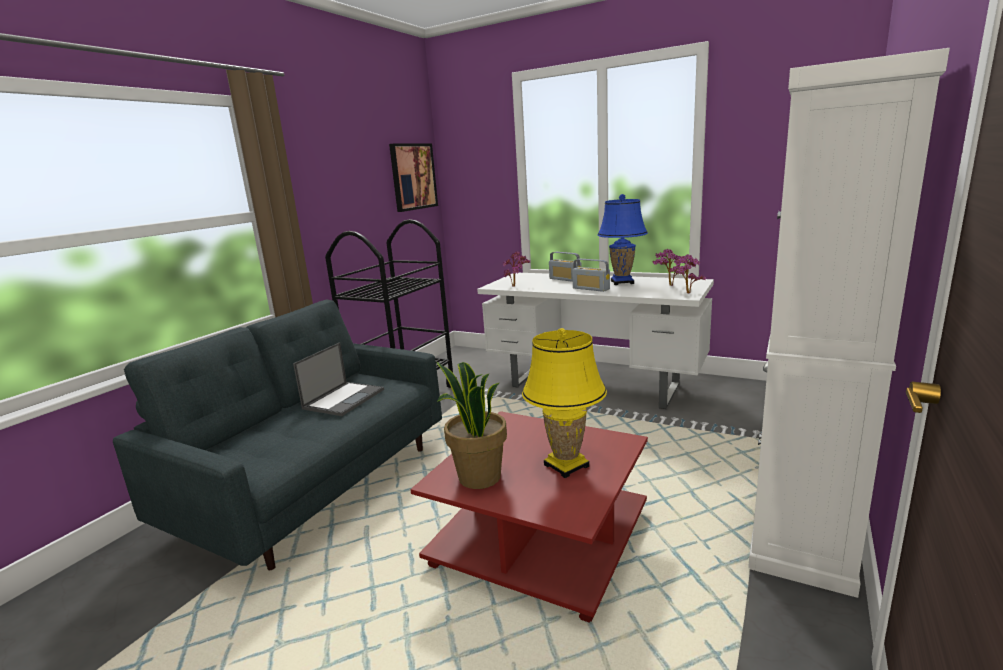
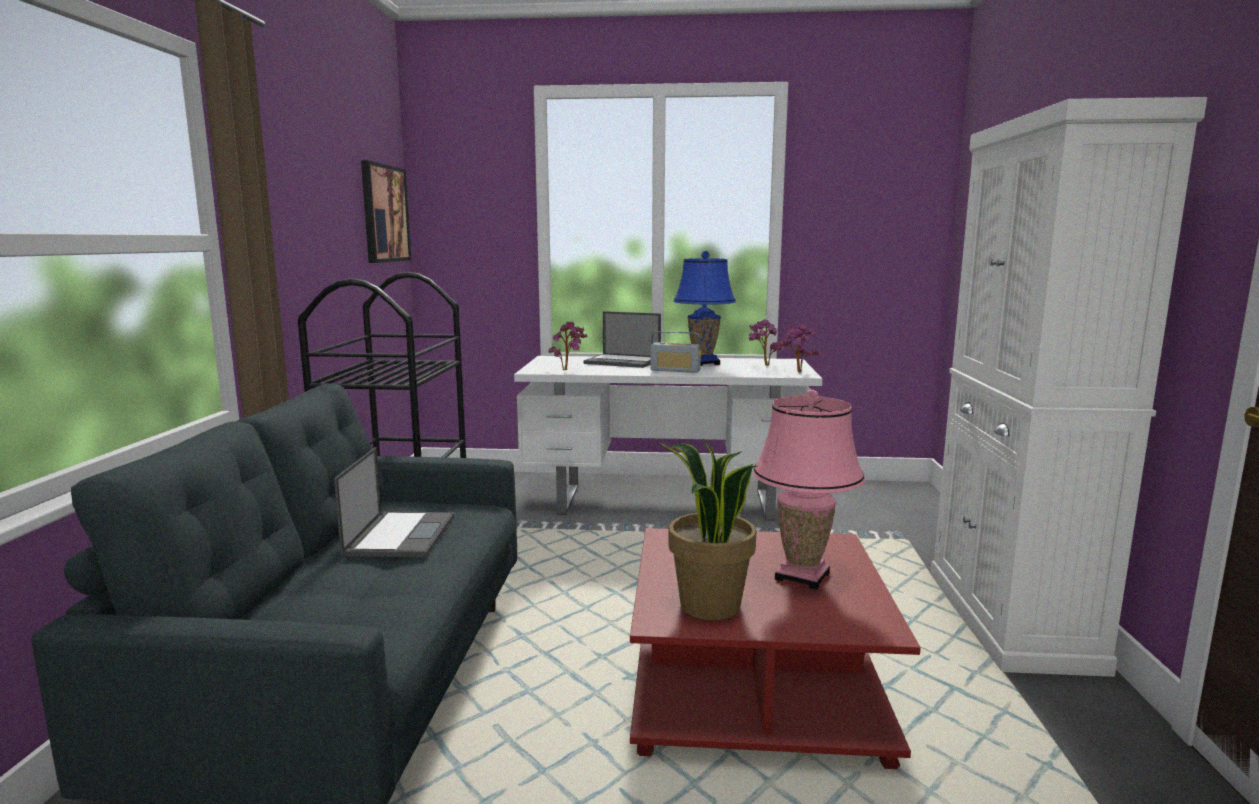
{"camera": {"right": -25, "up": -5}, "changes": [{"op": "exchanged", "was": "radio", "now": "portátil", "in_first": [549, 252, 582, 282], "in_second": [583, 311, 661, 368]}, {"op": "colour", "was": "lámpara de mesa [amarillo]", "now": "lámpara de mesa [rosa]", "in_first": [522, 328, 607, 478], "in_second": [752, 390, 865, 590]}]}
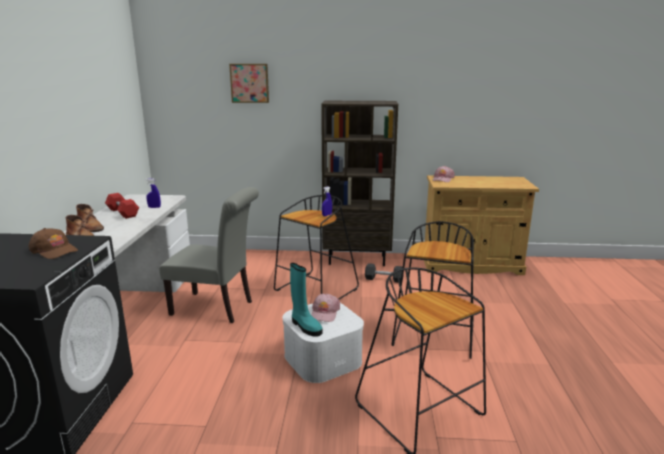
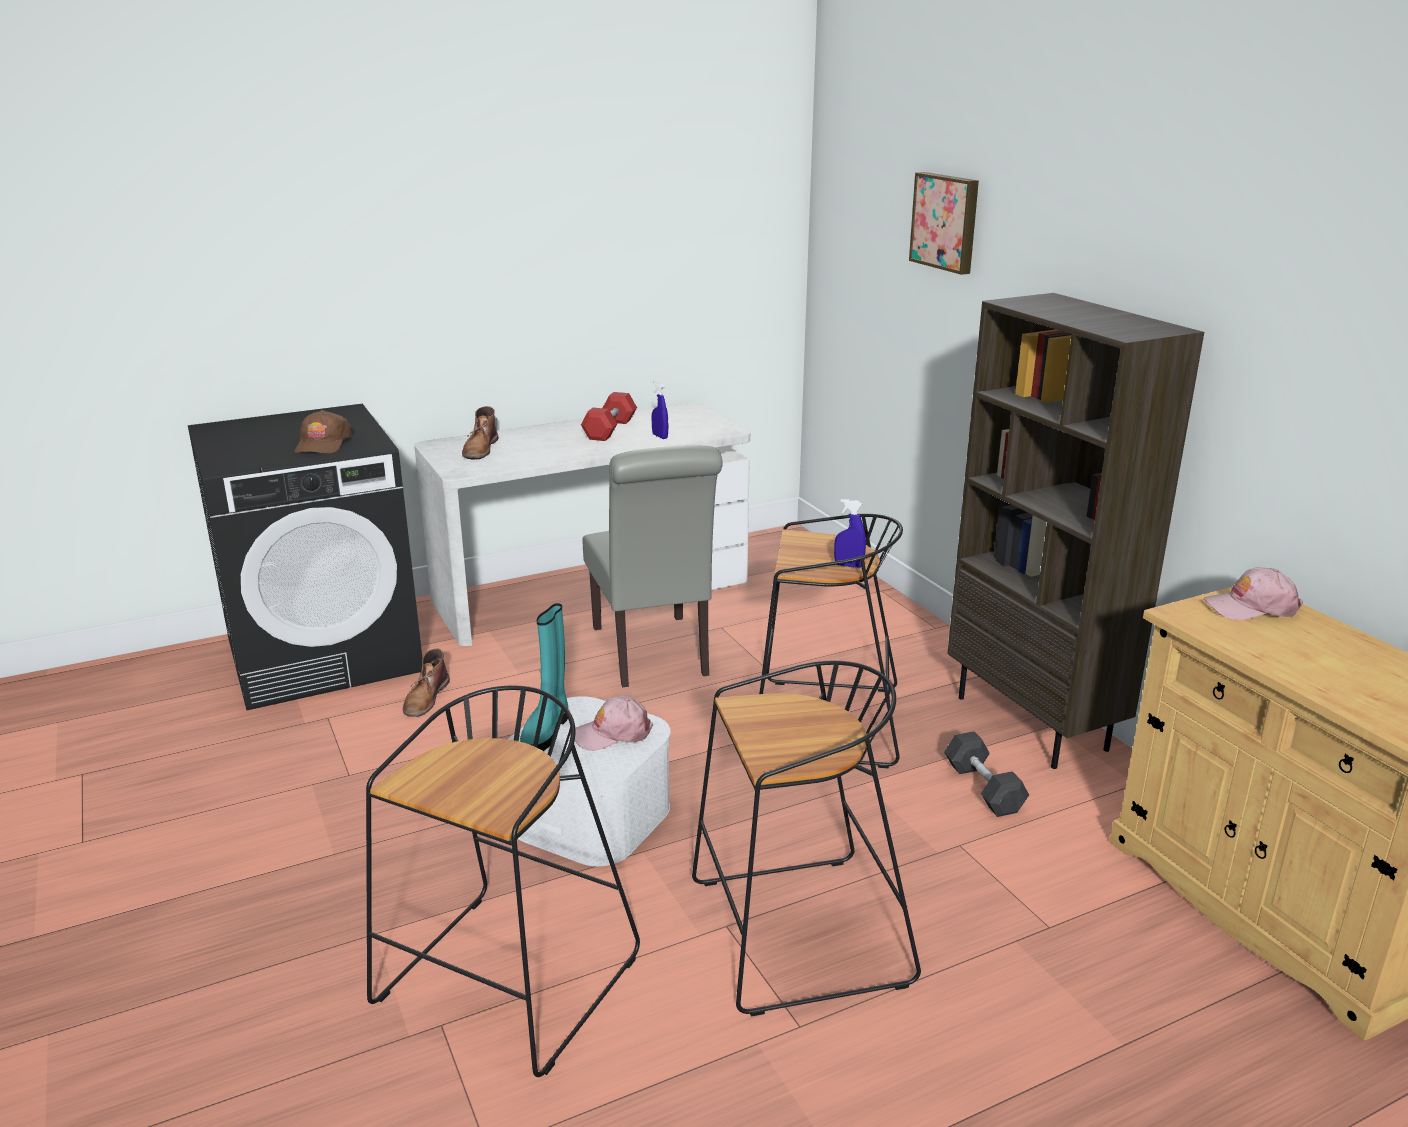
{"camera": {"right": 60, "up": 5}, "changes": [{"op": "relocated", "was": "bota [marrón]", "in_first": [76, 204, 104, 232], "in_second": [403, 648, 450, 717]}]}
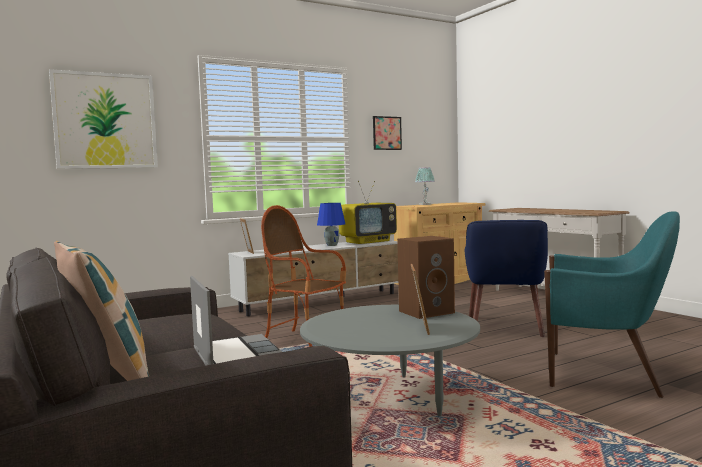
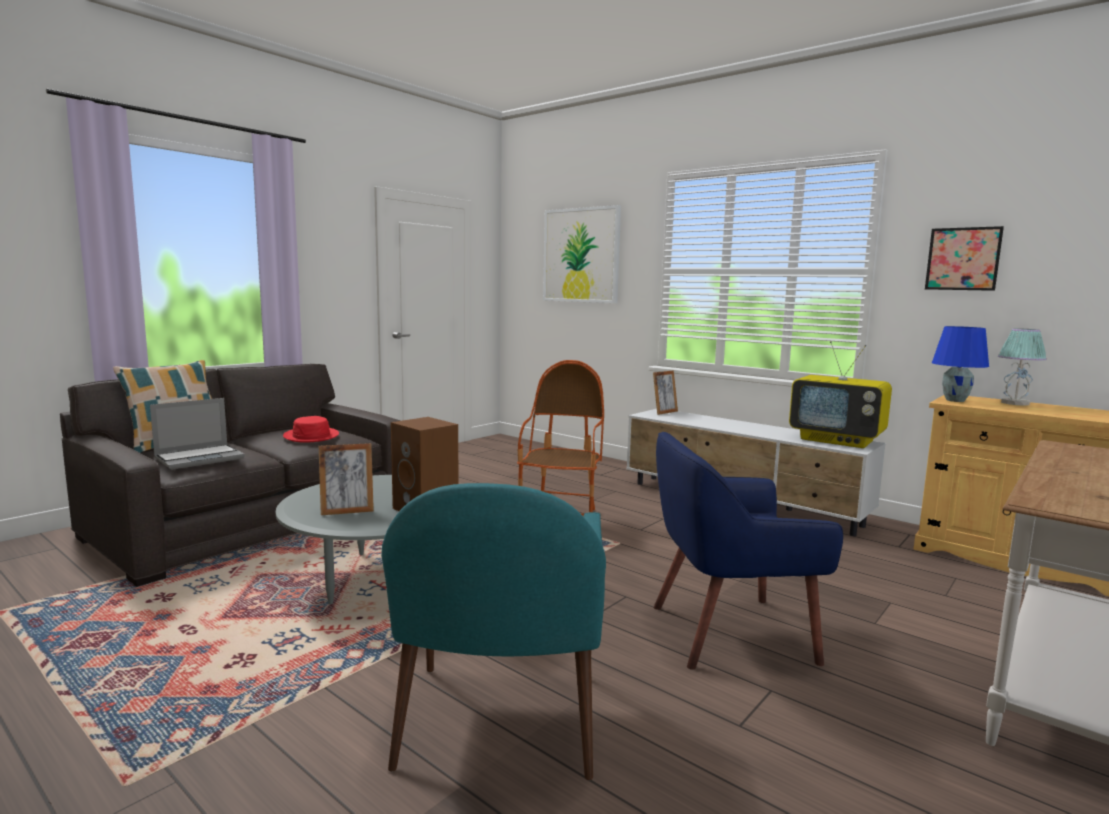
{"camera": {"right": 70, "up": 5}, "changes": [{"op": "appeared", "now": "sombrero [rojo]", "in_second": [283, 416, 339, 443]}, {"op": "relocated", "was": "lámpara de mesa [azul]", "in_first": [317, 203, 345, 246], "in_second": [932, 326, 989, 402]}]}
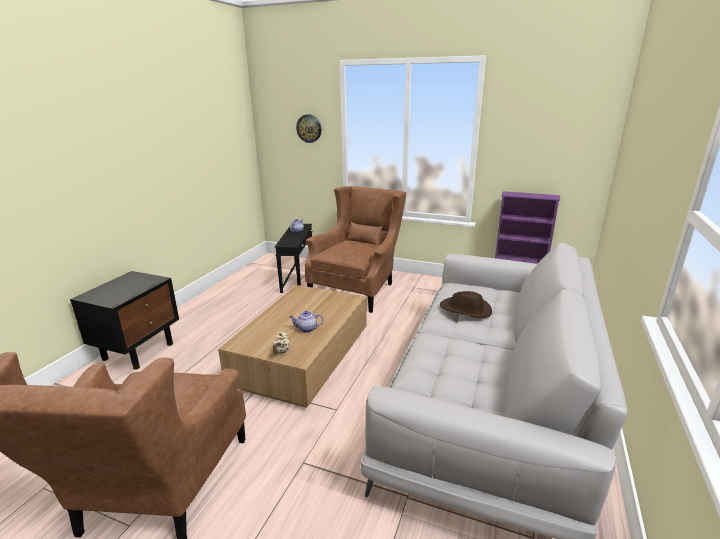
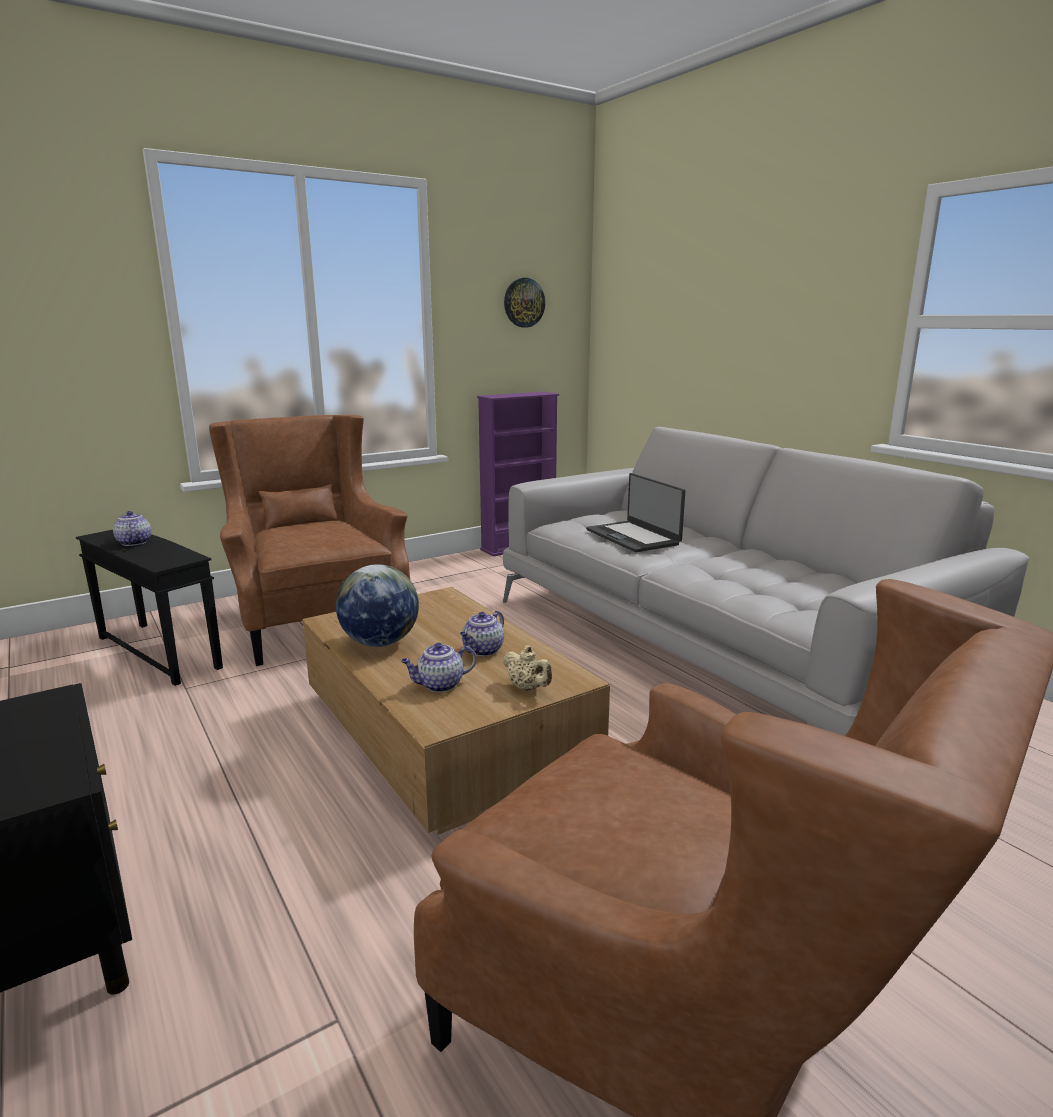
{"camera": {"right": -55, "up": -5}, "changes": [{"op": "appeared", "now": "globo terráqueo", "in_second": [336, 564, 419, 647]}, {"op": "appeared", "now": "tetera", "in_second": [401, 643, 477, 692]}, {"op": "relocated", "was": "reloj de pared", "in_first": [296, 114, 321, 143], "in_second": [504, 278, 545, 327]}, {"op": "exchanged", "was": "sombrero [marrón]", "now": "portátil", "in_first": [440, 291, 492, 318], "in_second": [586, 473, 685, 552]}]}
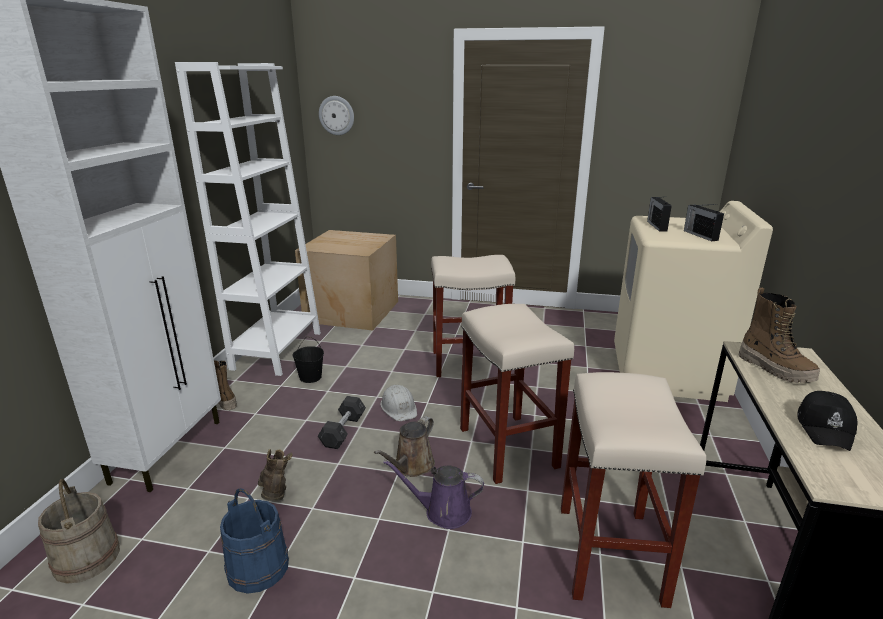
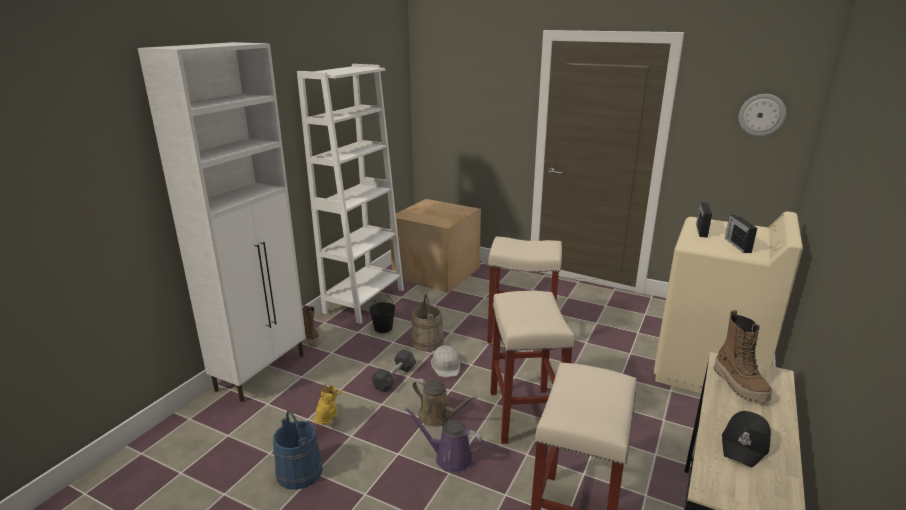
{"camera": {"right": 15, "up": 0}, "changes": [{"op": "relocated", "was": "cubo [beis]", "in_first": [38, 479, 120, 584], "in_second": [411, 294, 444, 352]}, {"op": "relocated", "was": "reloj de pared", "in_first": [319, 96, 354, 135], "in_second": [739, 94, 786, 136]}, {"op": "colour", "was": "bota [marrón]", "now": "bota [amarillo]", "in_first": [258, 449, 293, 501], "in_second": [313, 384, 342, 425]}, {"op": "spun", "was": "regadera [marrón]", "in_first": [374, 416, 435, 477], "in_second": [412, 379, 477, 427], "clockwise": -105}]}
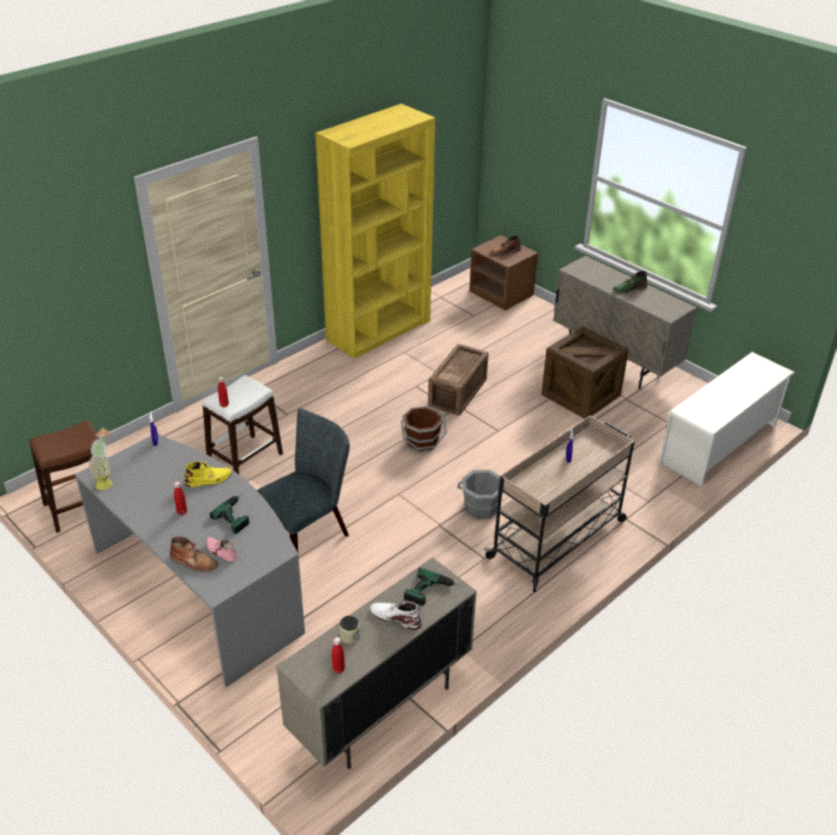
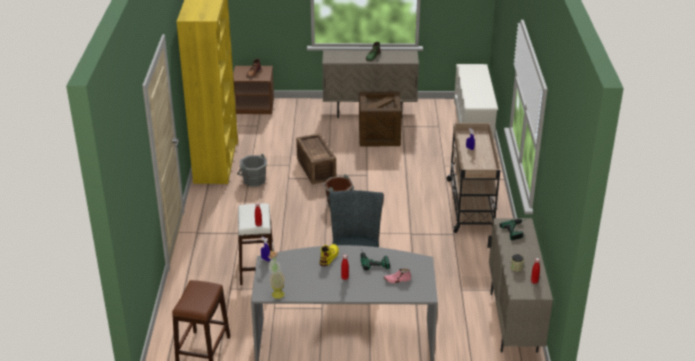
{"camera": {"right": -45, "up": -5}, "changes": [{"op": "missing", "was": "bota [marrón]", "in_first": [170, 536, 218, 572]}, {"op": "missing", "was": "bota [blanco]", "in_first": [370, 602, 422, 630]}, {"op": "relocated", "was": "cubo [gris]", "in_first": [457, 470, 503, 520], "in_second": [237, 154, 267, 187]}]}
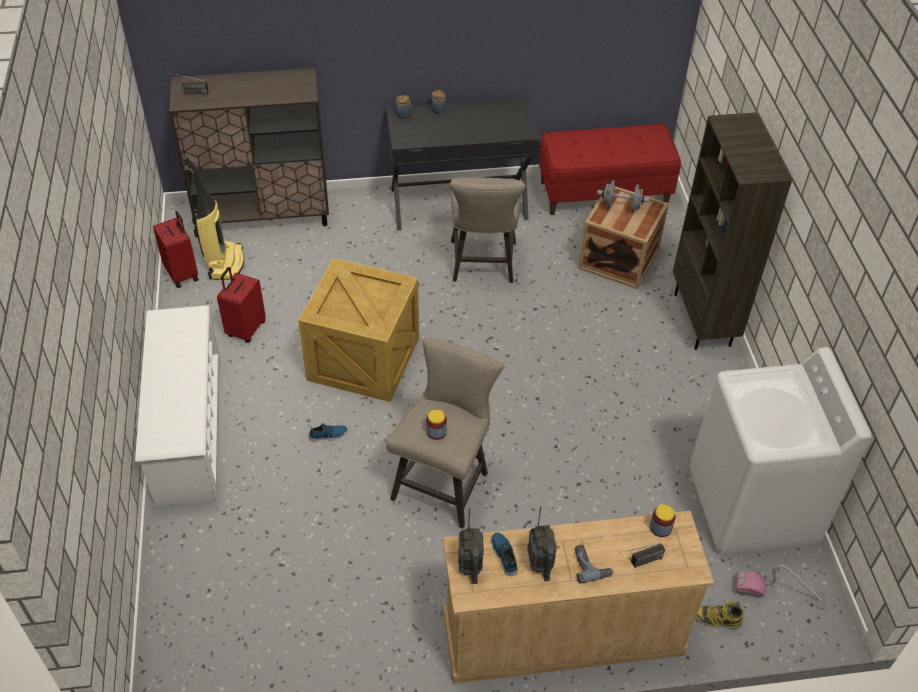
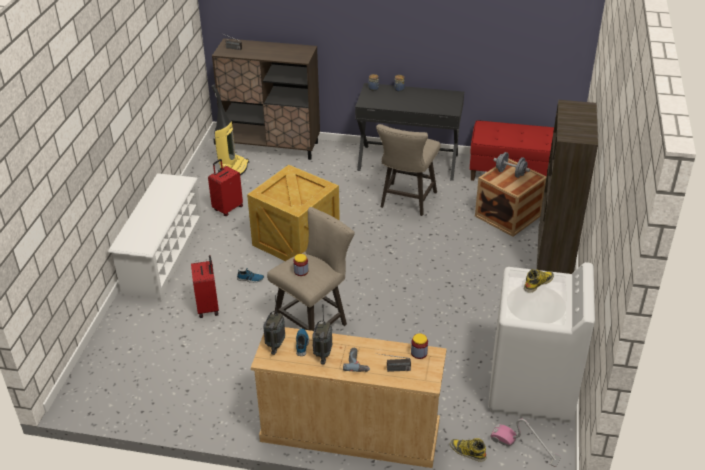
{"camera": {"right": 20, "up": -10}, "changes": [{"op": "appeared", "now": "bota", "in_second": [524, 269, 554, 293]}, {"op": "relocated", "was": "maleta [rojo]", "in_first": [153, 211, 198, 288], "in_second": [191, 255, 219, 318]}]}
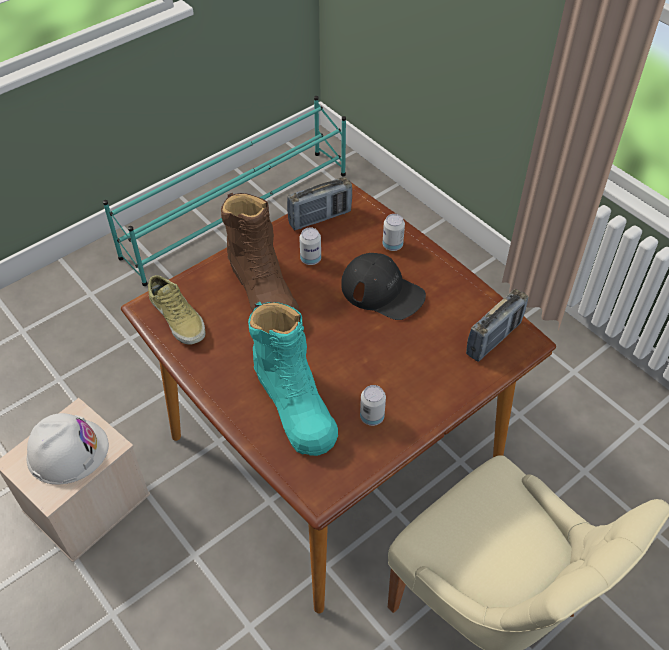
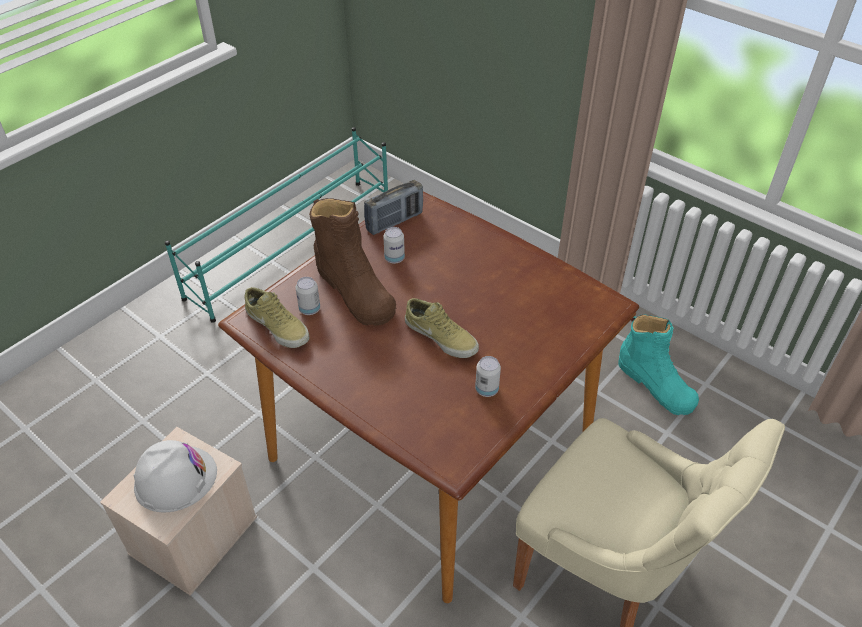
{"camera": {"right": -10, "up": -5}, "changes": [{"op": "missing", "was": "gorra [negro]", "in_first": [341, 253, 426, 320]}, {"op": "missing", "was": "radio", "in_first": [466, 289, 529, 362]}, {"op": "appeared", "now": "zapato [beis]", "in_second": [405, 298, 479, 358]}, {"op": "relocated", "was": "bota [turquesa]", "in_first": [248, 302, 338, 456], "in_second": [618, 315, 699, 415]}, {"op": "relocated", "was": "lata", "in_first": [383, 214, 405, 251], "in_second": [295, 277, 320, 315]}]}
